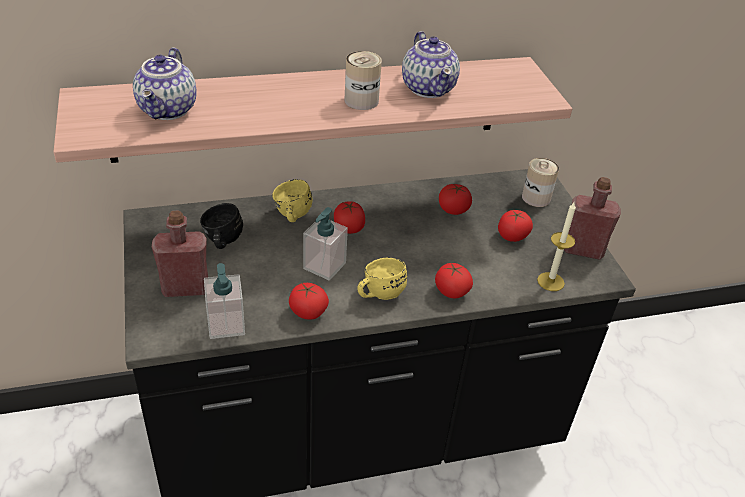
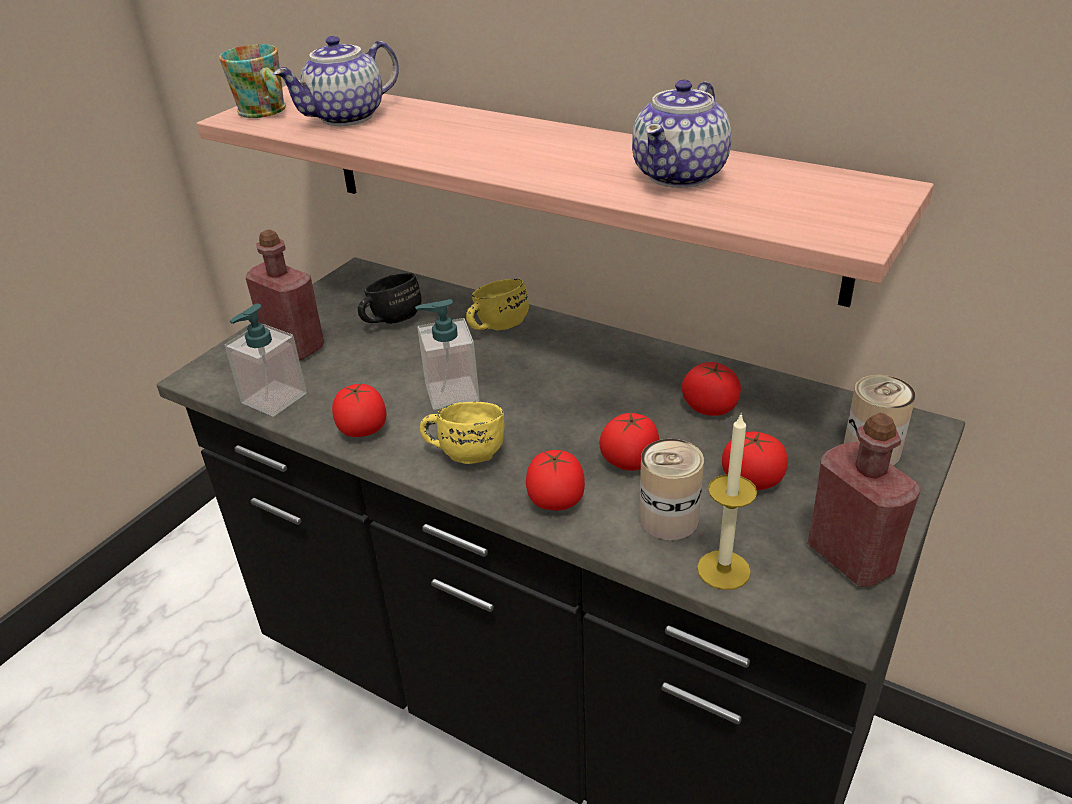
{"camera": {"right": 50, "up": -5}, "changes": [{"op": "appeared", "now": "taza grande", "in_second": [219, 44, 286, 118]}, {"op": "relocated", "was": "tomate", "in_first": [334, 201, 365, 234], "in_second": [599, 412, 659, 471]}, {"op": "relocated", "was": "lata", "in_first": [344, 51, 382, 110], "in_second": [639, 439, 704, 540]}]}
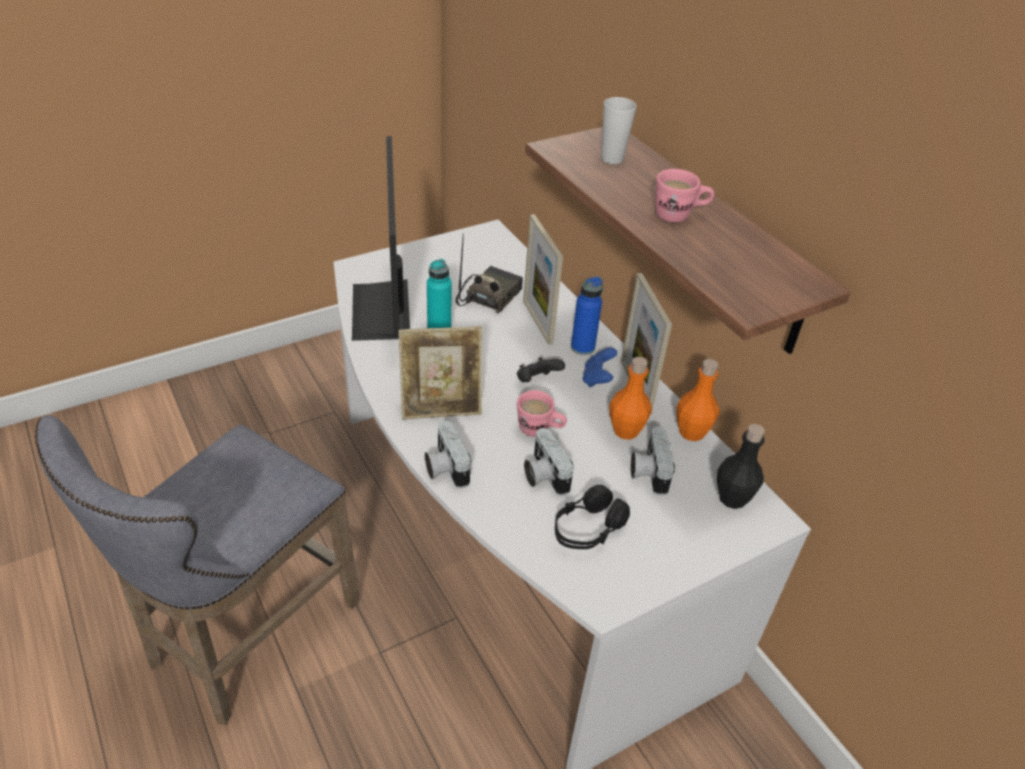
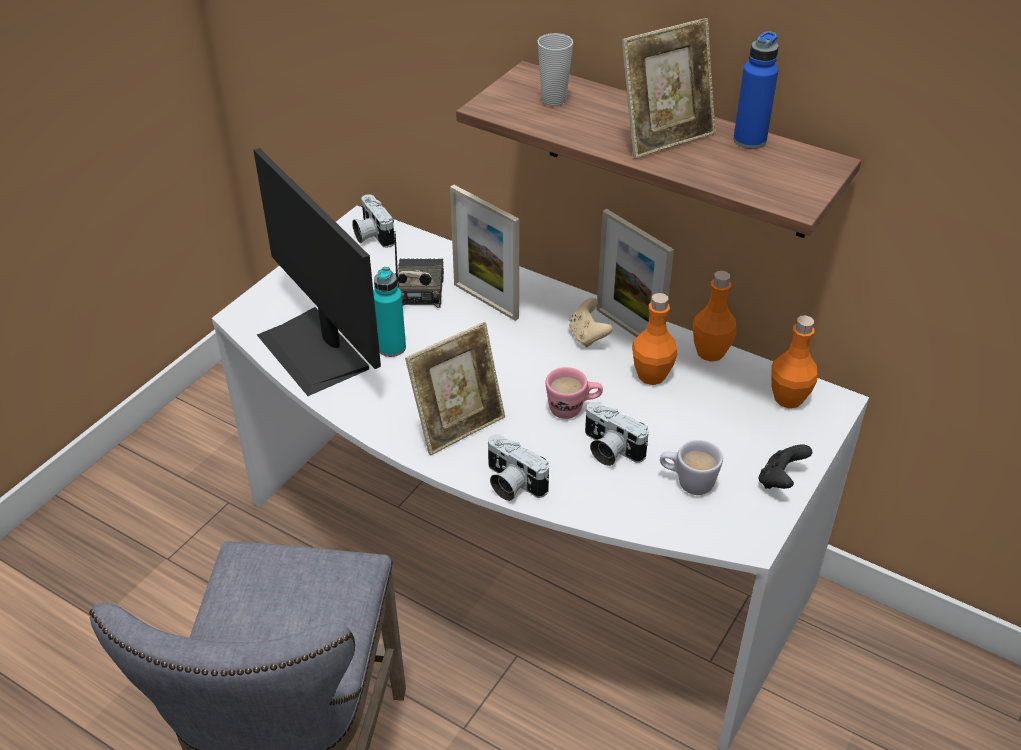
{"camera": {"right": -25, "up": 0}, "changes": [{"op": "relocated", "was": "mando de consola [negro]", "in_first": [517, 357, 565, 382], "in_second": [759, 444, 812, 489]}, {"op": "relocated", "was": "botella [azul]", "in_first": [571, 277, 603, 355], "in_second": [733, 31, 779, 149]}, {"op": "relocated", "was": "cámara", "in_first": [630, 427, 675, 495], "in_second": [352, 194, 395, 248]}, {"op": "exchanged", "was": "auriculares [negro]", "now": "taza grande [blanco]", "in_first": [555, 485, 630, 549], "in_second": [660, 440, 723, 495]}, {"op": "exchanged", "was": "taza grande [rosa]", "now": "portarretratos", "in_first": [655, 169, 714, 223], "in_second": [622, 18, 716, 159]}, {"op": "colour", "was": "mando de consola [azul]", "now": "mando de consola [beis]", "in_first": [582, 347, 617, 387], "in_second": [569, 298, 613, 347]}, {"op": "colour", "was": "botella [negro]", "now": "botella [naranja]", "in_first": [717, 424, 765, 509], "in_second": [771, 315, 817, 408]}]}
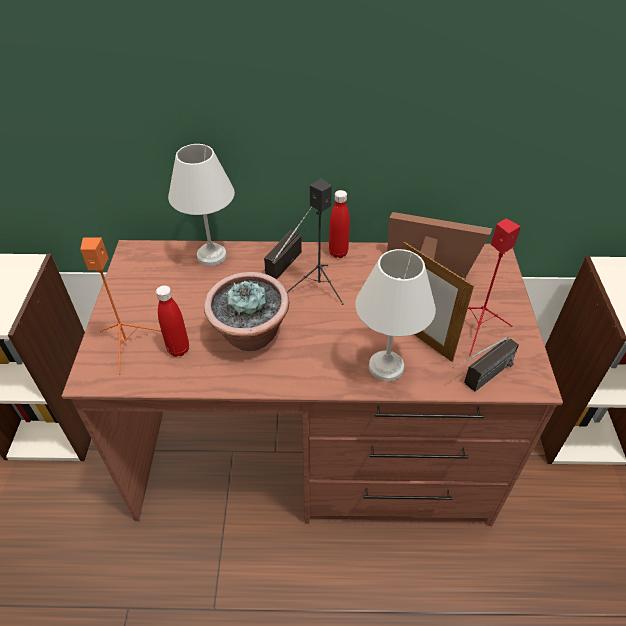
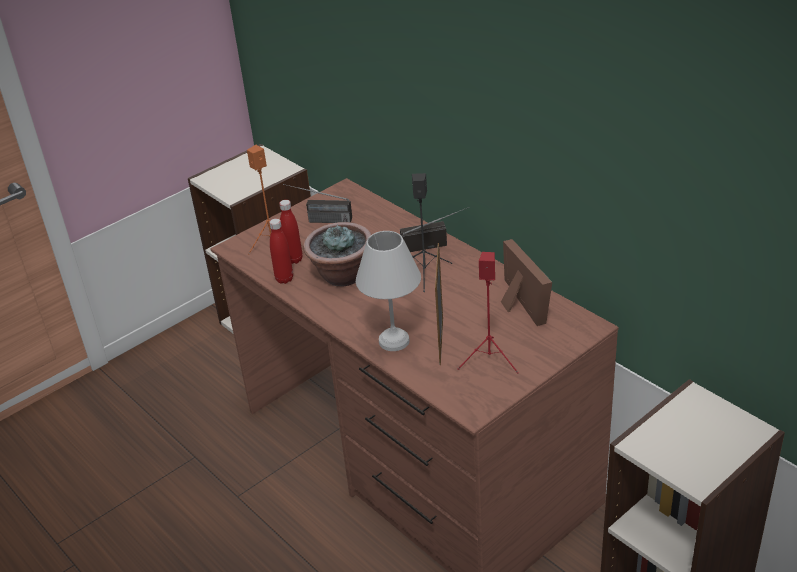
{"camera": {"right": 50, "up": -10}, "changes": [{"op": "missing", "was": "lámpara de mesa [blanco]", "in_first": [168, 144, 235, 266]}, {"op": "relocated", "was": "botella [rojo]", "in_first": [329, 190, 350, 258], "in_second": [269, 218, 293, 284]}, {"op": "relocated", "was": "radio", "in_first": [452, 337, 519, 392], "in_second": [283, 184, 352, 223]}]}
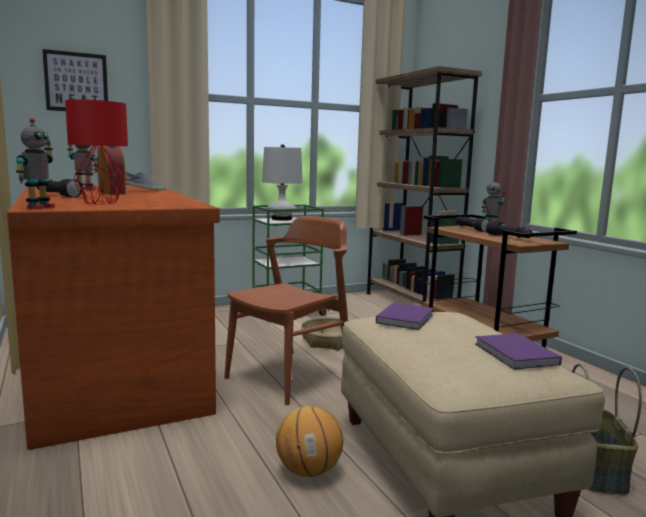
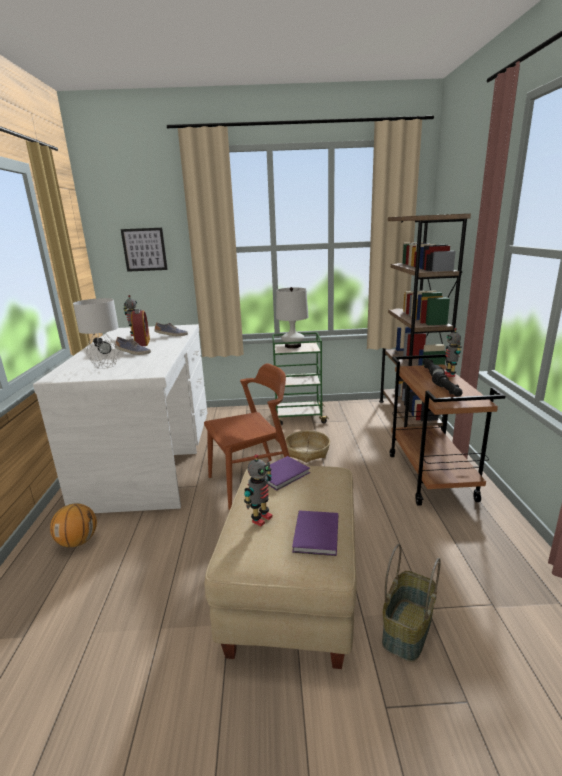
{"camera": {"right": 25, "up": 10}, "changes": [{"op": "appeared", "now": "zapato", "in_second": [115, 337, 151, 355]}, {"op": "relocated", "was": "robot de juguete", "in_first": [16, 118, 55, 209], "in_second": [244, 454, 273, 526]}, {"op": "relocated", "was": "balón de baloncesto", "in_first": [276, 406, 343, 477], "in_second": [50, 503, 97, 547]}, {"op": "colour", "was": "escritorio [marrón]", "now": "escritorio [blanco]", "in_first": [7, 186, 220, 450], "in_second": [33, 324, 207, 513]}, {"op": "colour", "was": "lámpara de mesa [rojo]", "now": "lámpara de mesa [gris]", "in_first": [65, 99, 128, 204], "in_second": [73, 298, 119, 369]}]}
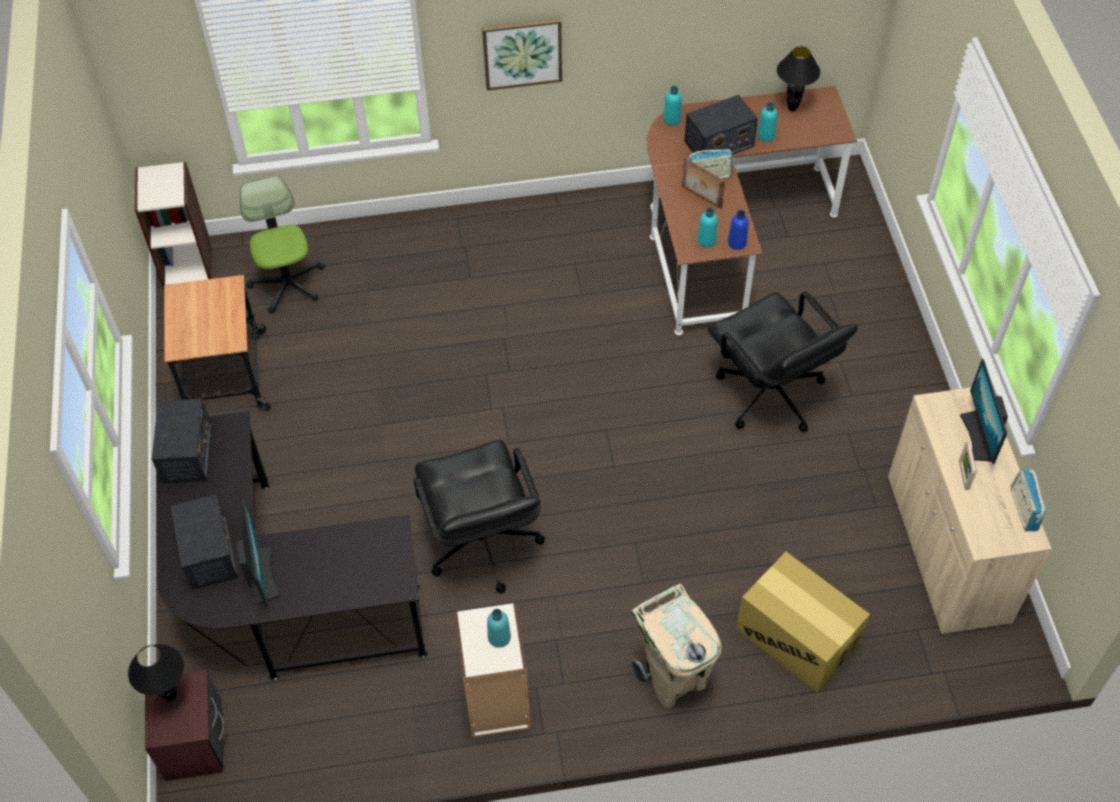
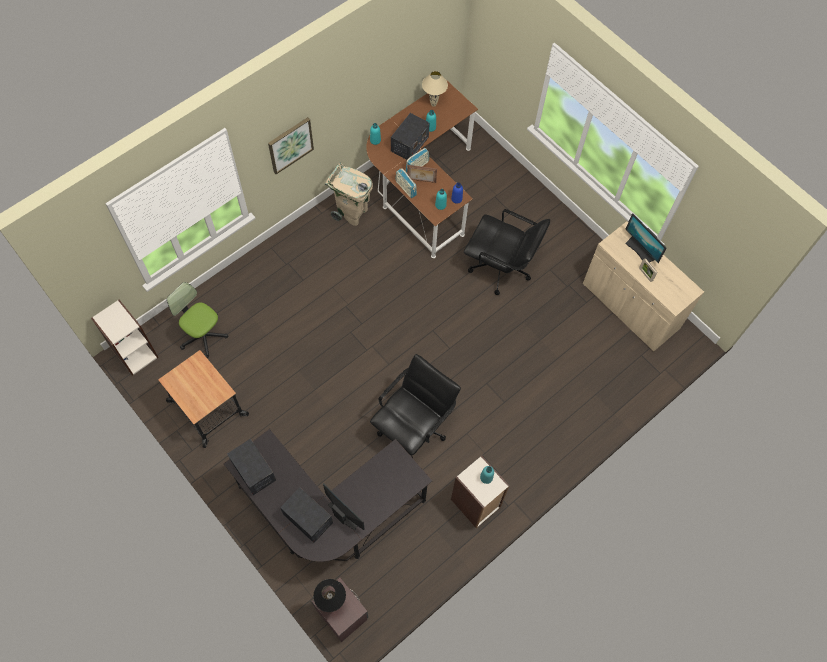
{"camera": {"right": -35, "up": 10}, "changes": [{"op": "missing", "was": "caja de cartón", "in_first": [736, 552, 870, 692]}, {"op": "relocated", "was": "papelera [beis]", "in_first": [631, 584, 722, 708], "in_second": [325, 163, 373, 226]}, {"op": "relocated", "was": "radio", "in_first": [1011, 469, 1046, 532], "in_second": [395, 168, 417, 198]}, {"op": "colour", "was": "lámpara de mesa [negro]", "now": "lámpara de mesa [beis]", "in_first": [777, 46, 820, 112], "in_second": [422, 71, 448, 107]}, {"op": "spun", "was": "silla de oficina [negro]", "in_first": [414, 440, 545, 594], "in_second": [370, 354, 461, 458], "clockwise": -90}]}
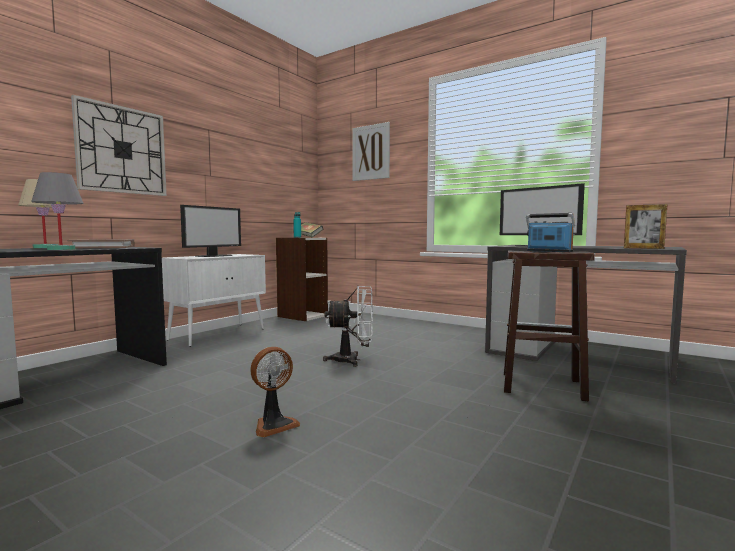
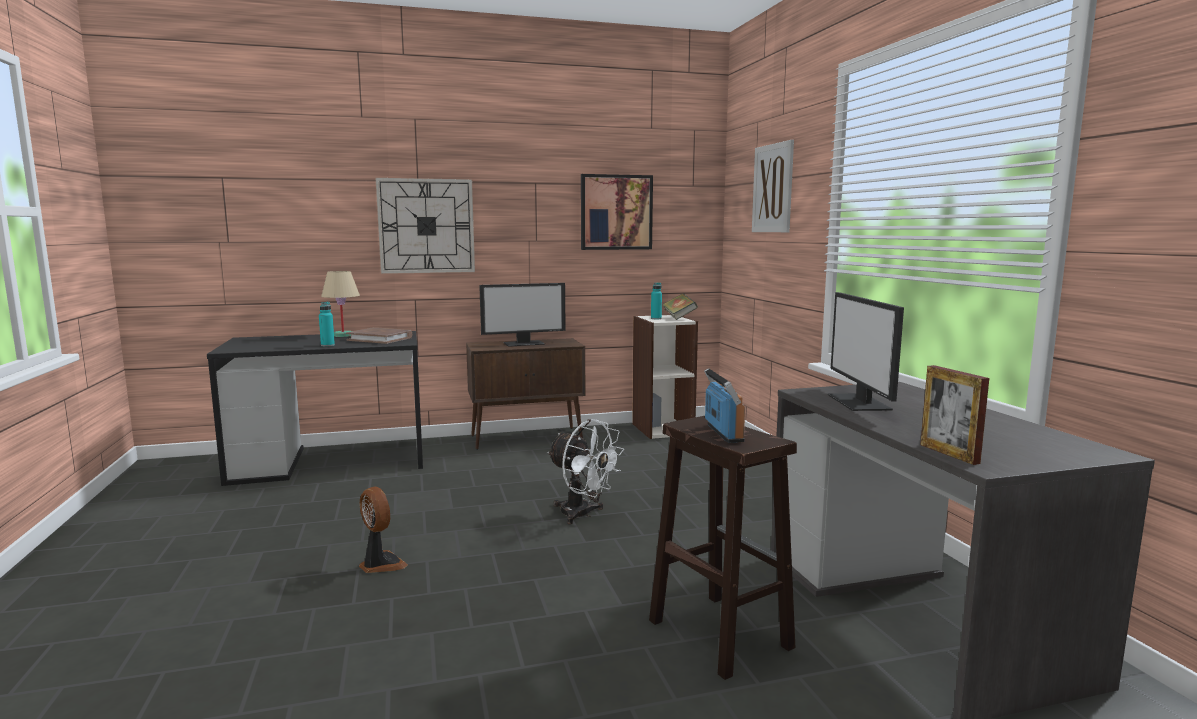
{"camera": {"right": 40, "up": 5}, "changes": [{"op": "appeared", "now": "cuadro", "in_second": [581, 174, 653, 250]}, {"op": "exchanged", "was": "lámpara de mesa [gris]", "now": "botella [turquesa]", "in_first": [31, 172, 84, 250], "in_second": [319, 302, 335, 347]}, {"op": "colour", "was": "armario [blanco]", "now": "armario [marrón]", "in_first": [162, 254, 266, 347], "in_second": [466, 338, 585, 450]}, {"op": "spun", "was": "ventilador", "in_first": [250, 347, 300, 437], "in_second": [359, 487, 408, 573], "clockwise": -135}]}
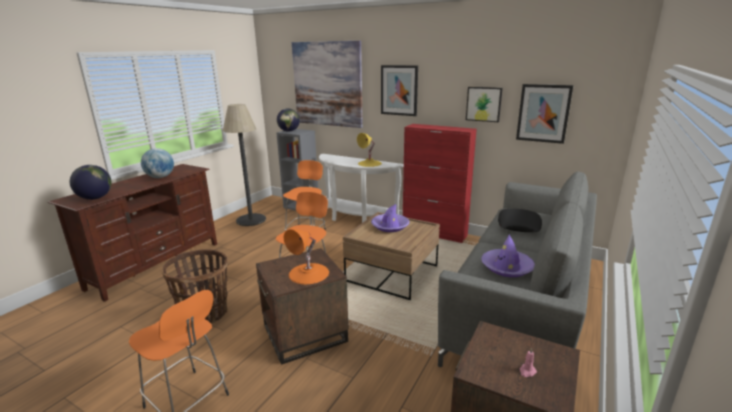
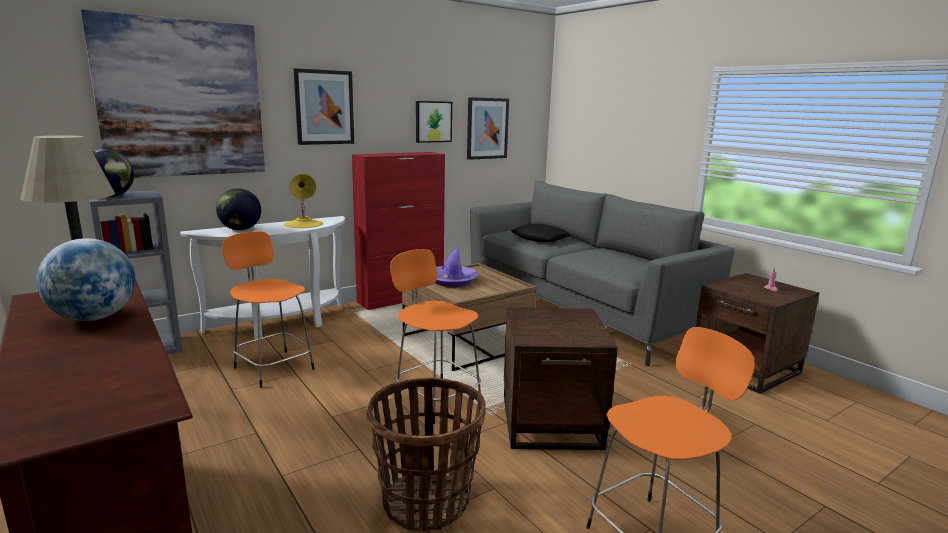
{"camera": {"right": -65, "up": -5}, "changes": [{"op": "missing", "was": "lámpara de mesa [naranja]", "in_first": [284, 229, 329, 284]}, {"op": "missing", "was": "sombrero [morado]", "in_first": [481, 235, 535, 277]}, {"op": "relocated", "was": "globo terráqueo", "in_first": [70, 165, 112, 200], "in_second": [216, 188, 261, 230]}]}
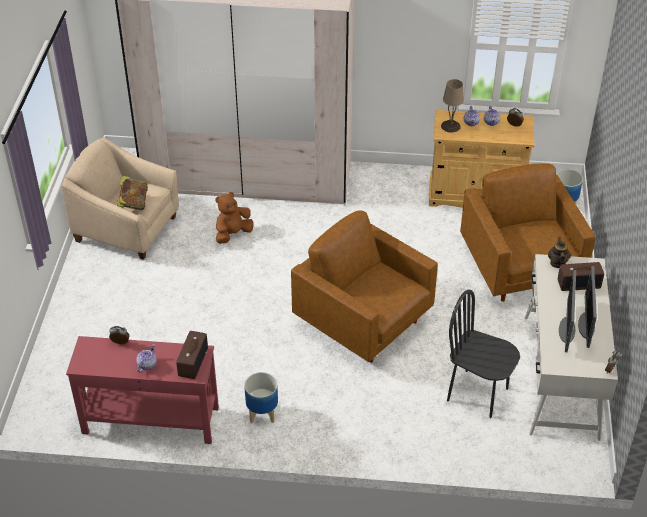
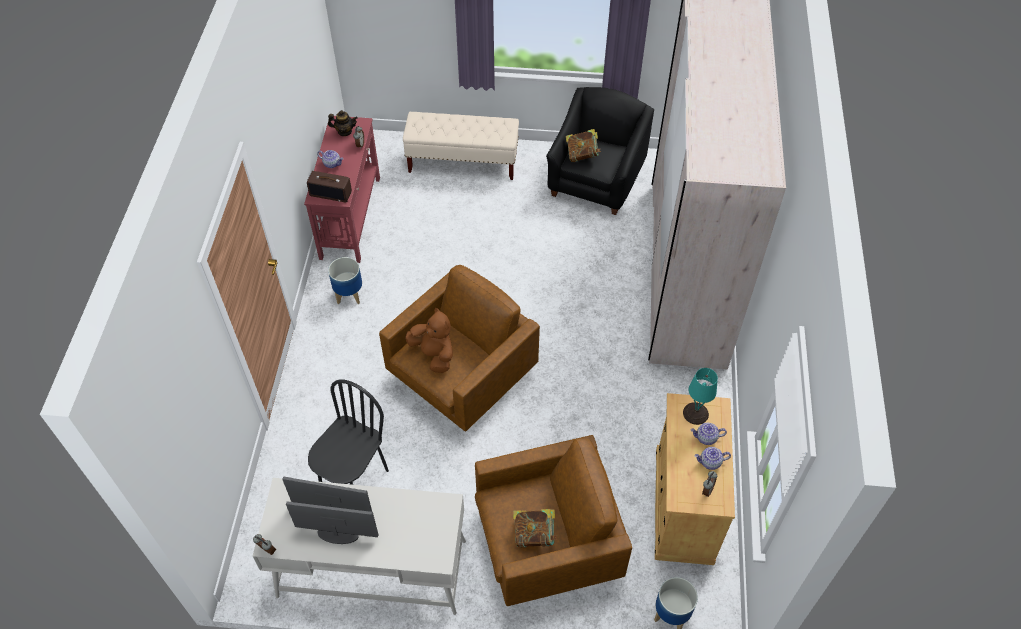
{"camera": {"right": 90, "up": 10}, "changes": [{"op": "missing", "was": "radio", "in_first": [558, 262, 604, 291]}, {"op": "appeared", "now": "banco [beis]", "in_second": [403, 112, 519, 180]}, {"op": "appeared", "now": "libro", "in_second": [513, 509, 557, 547]}, {"op": "relocated", "was": "peluche [marrón]", "in_first": [215, 192, 253, 244], "in_second": [405, 308, 453, 373]}, {"op": "relocated", "was": "tetera", "in_first": [548, 237, 571, 268], "in_second": [328, 110, 358, 136]}, {"op": "colour", "was": "sillón [beis]", "now": "sillón [negro]", "in_first": [61, 138, 179, 260], "in_second": [546, 87, 654, 215]}, {"op": "colour", "was": "lámpara de mesa [beis]", "now": "lámpara de mesa [turquesa]", "in_first": [441, 79, 464, 132], "in_second": [683, 368, 718, 425]}]}
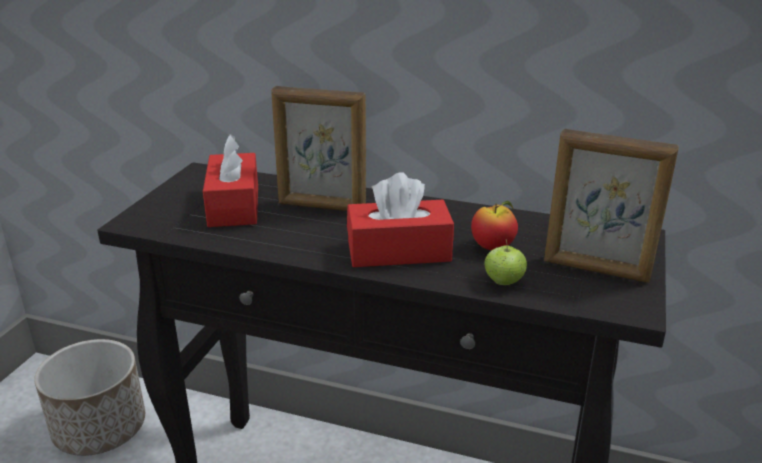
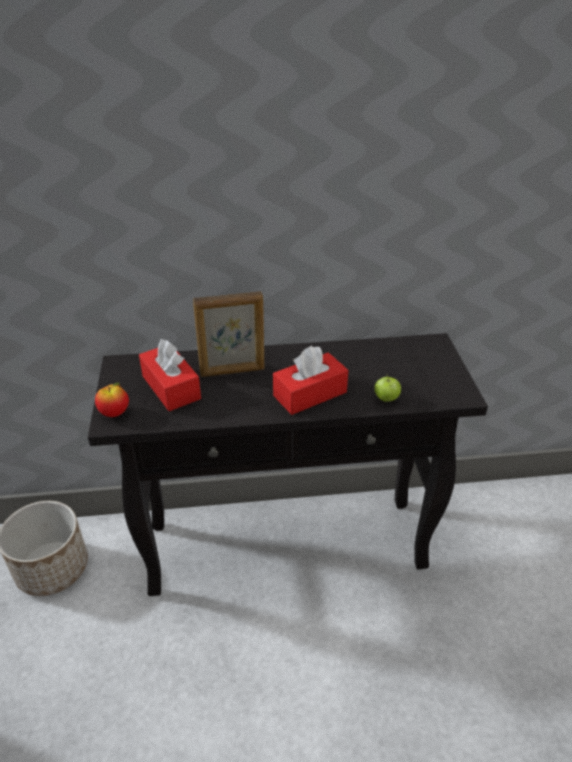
{"camera": {"right": -25, "up": 10}, "changes": [{"op": "missing", "was": "portarretratos", "in_first": [544, 129, 679, 283]}, {"op": "relocated", "was": "manzana", "in_first": [471, 201, 518, 250], "in_second": [95, 382, 129, 417]}]}
